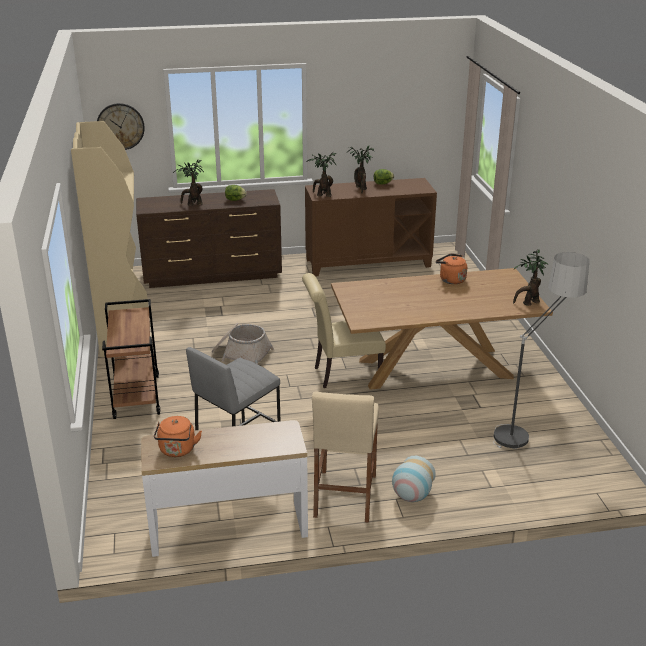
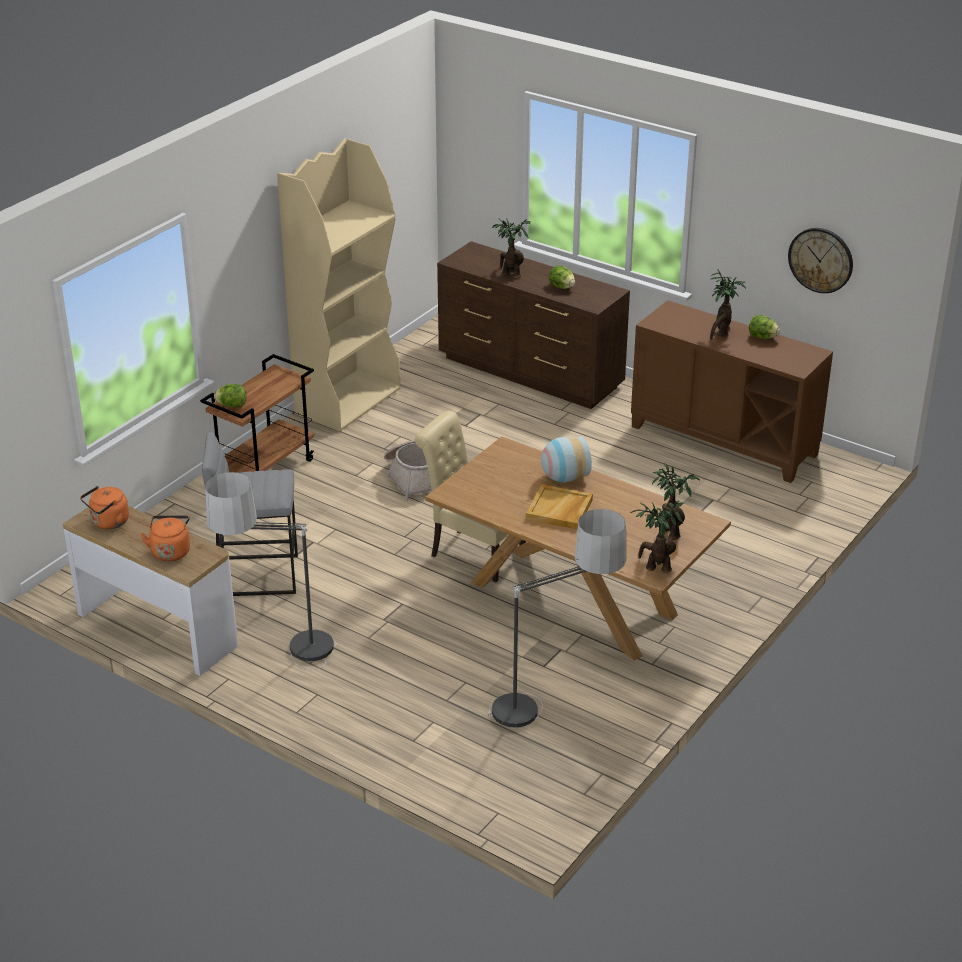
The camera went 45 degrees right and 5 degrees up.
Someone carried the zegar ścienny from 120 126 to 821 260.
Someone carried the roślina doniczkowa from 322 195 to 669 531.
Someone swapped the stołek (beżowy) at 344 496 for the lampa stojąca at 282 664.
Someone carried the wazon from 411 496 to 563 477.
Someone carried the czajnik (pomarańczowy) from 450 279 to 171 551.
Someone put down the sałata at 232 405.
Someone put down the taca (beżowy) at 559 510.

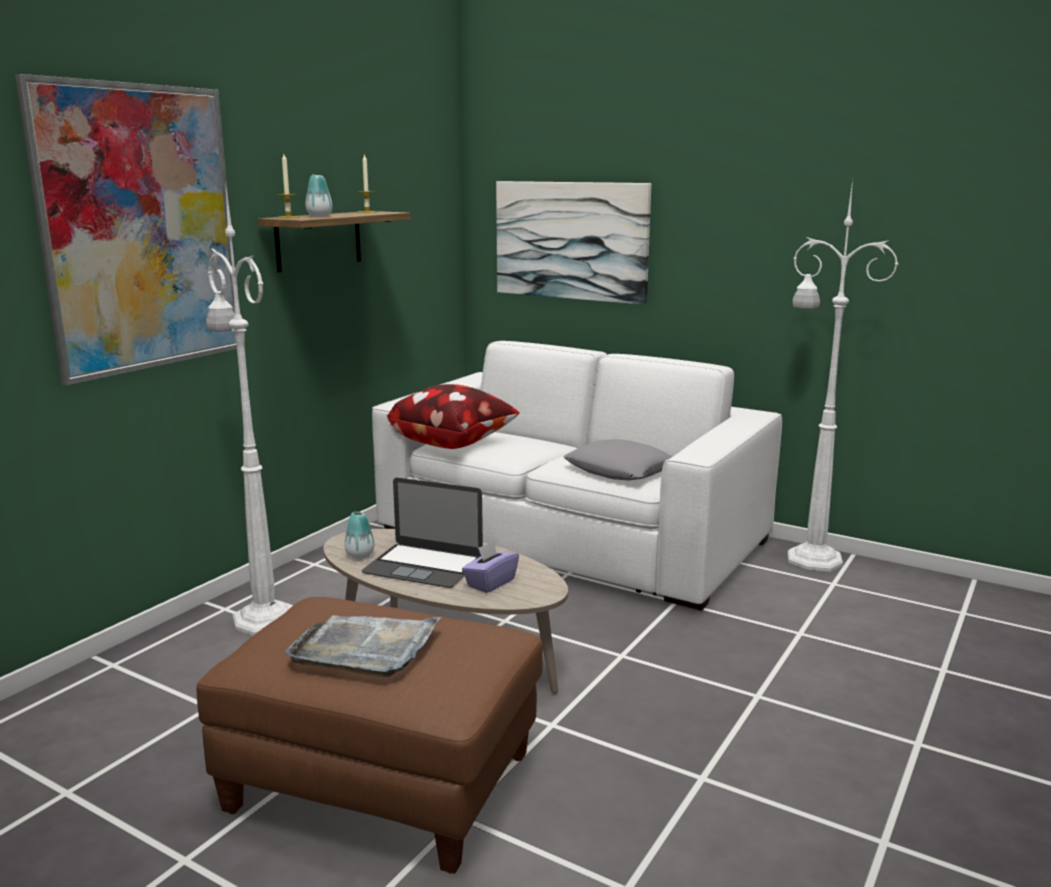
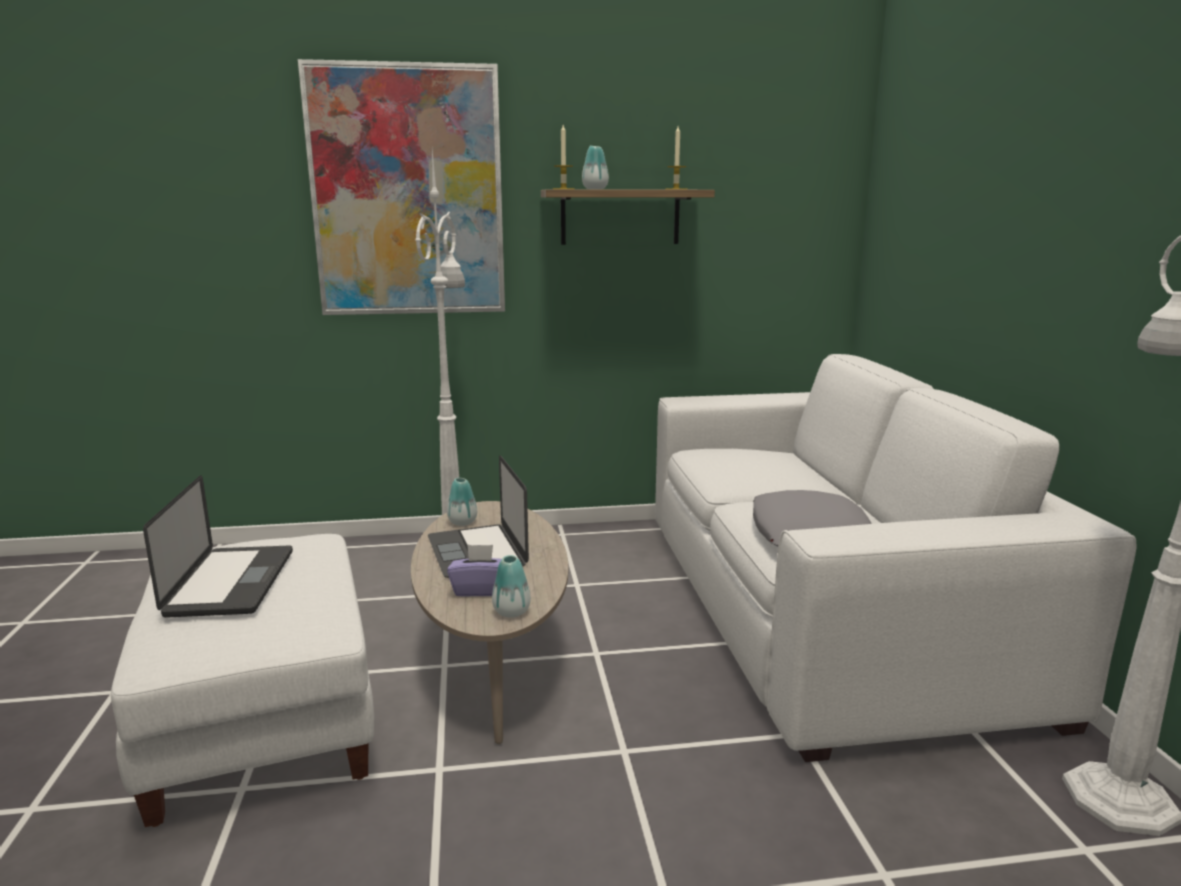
The camera went 50 degrees right and 0 degrees up.
Someone repainted the pufa (brązowy) at 381 784, which became the pufa (biały) at 264 724.
Someone swapped the taca (szary) at 365 648 for the laptop at 231 583.
Someone took away the poduszka at 452 443.
Someone took away the obraz at 571 240.
Someone put down the wazon at 511 612.

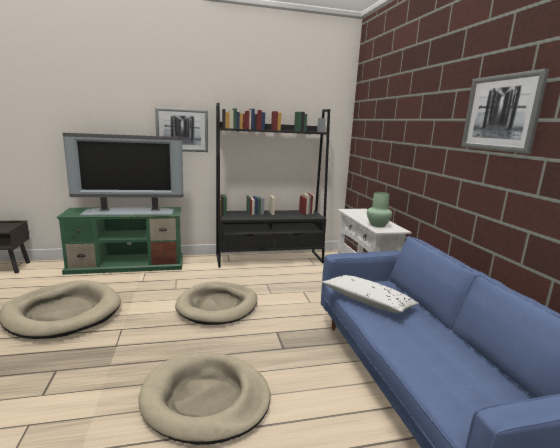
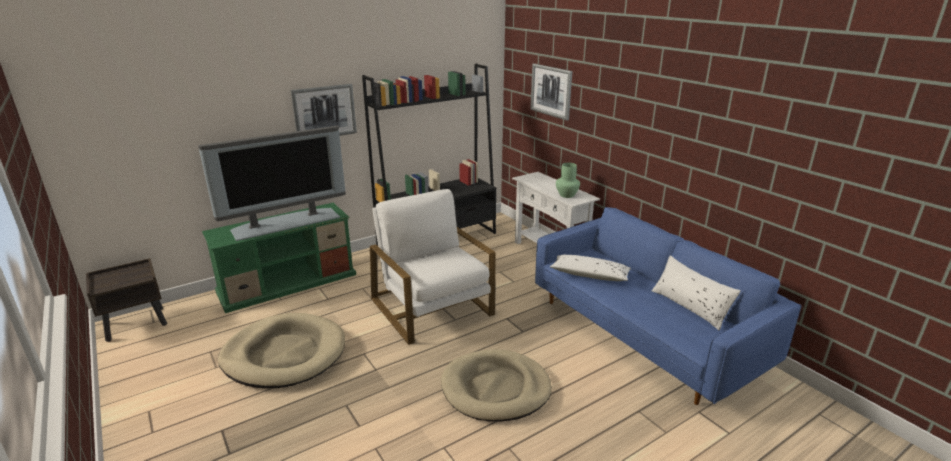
The camera went 20 degrees left and 10 degrees up.
Someone swapped the legowisko (beżowy) at 218 306 for the fotel (biały) at 433 307.
Someone carried the obraz from 501 113 to 551 91.
Someone put down the poduszka (biały) at 690 306.

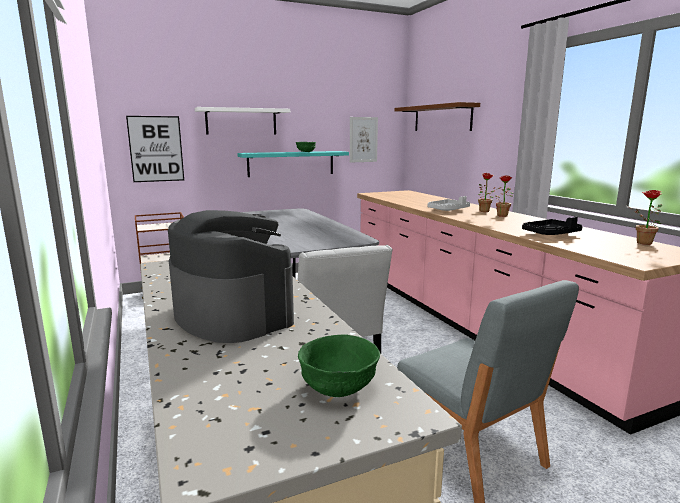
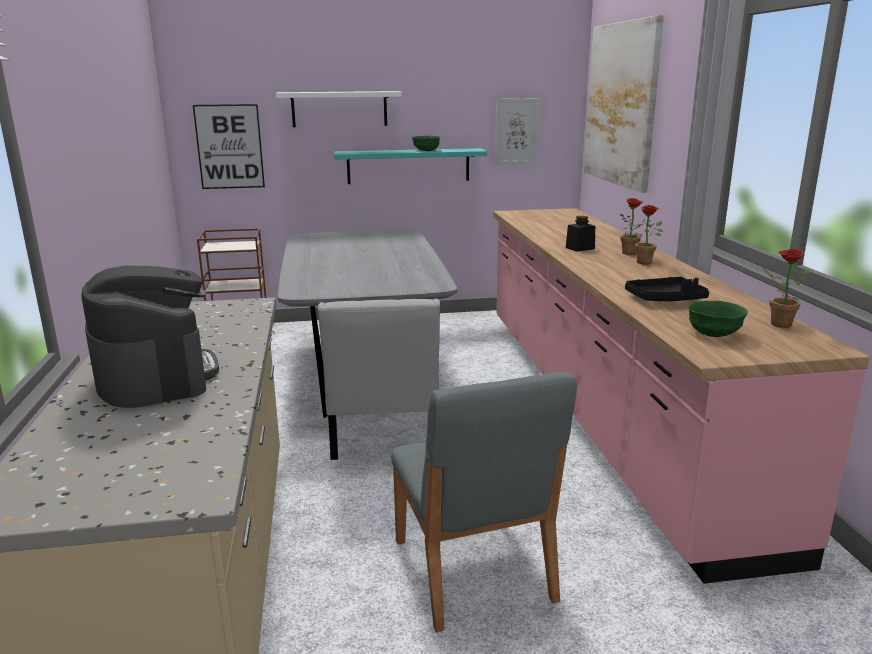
The camera went 15 degrees right and 5 degrees up.
Someone carried the miska (zielony) from 339 387 to 714 333.
Someone swapped the półka (brązowy) at 442 118 for the obraz at 621 104.
Someone swapped the taca (szary) at 448 210 for the słoik (czarny) at 580 248.

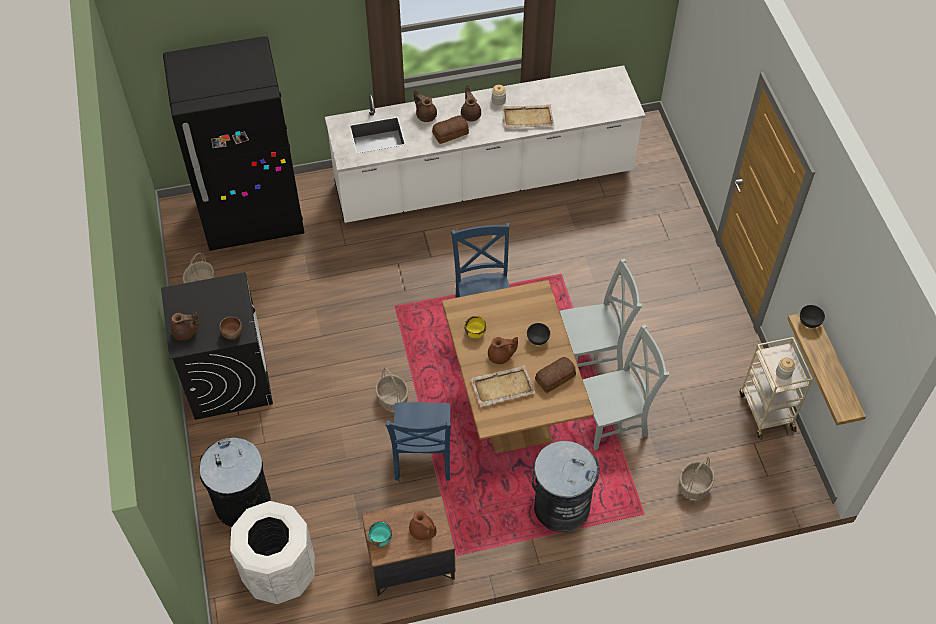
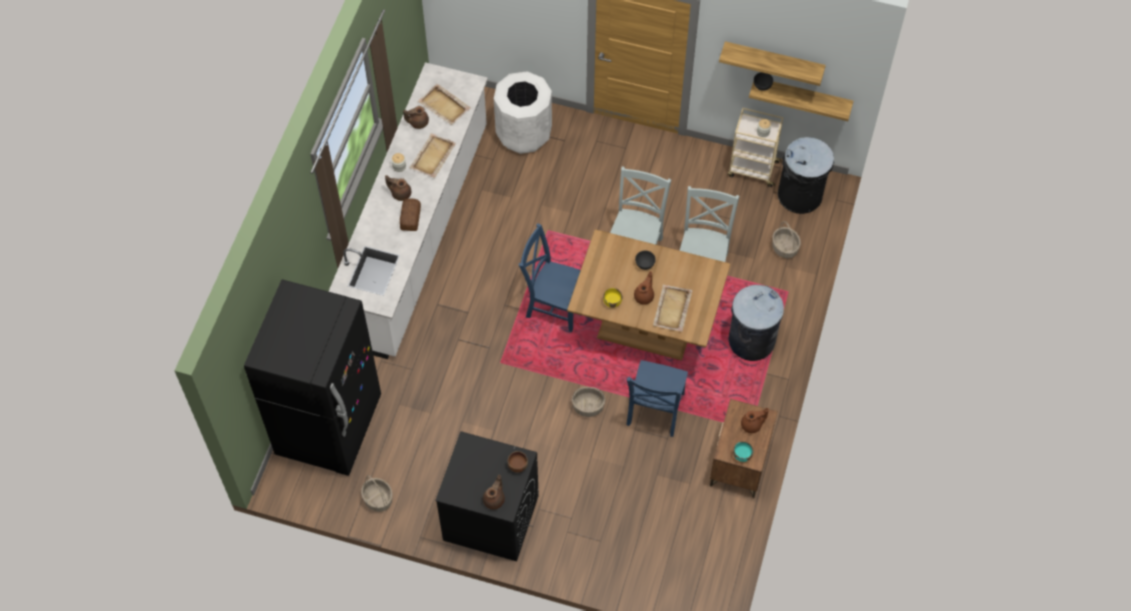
The camera went 60 degrees left and 5 degrees up.
Someone carried the kosz na śmieci (czarny) from 242 503 to 800 195.
Someone carried the kosz na śmieci (biały) from 280 573 to 524 134.
Someone rotated the krzesło (niebieski) at 422 457 by 75 degrees clockwise.
Someone carried the imbryk (brązowy) from 425 115 to 418 122.
Someone took away the chleb at 556 378.
Someone put down the taca (beżowy) at 444 106.
Someone put up the półka at 773 60.

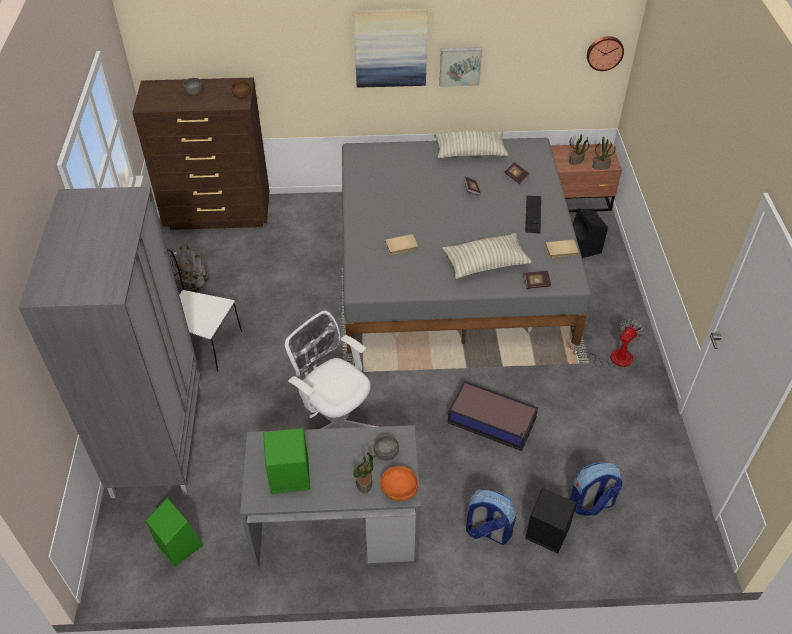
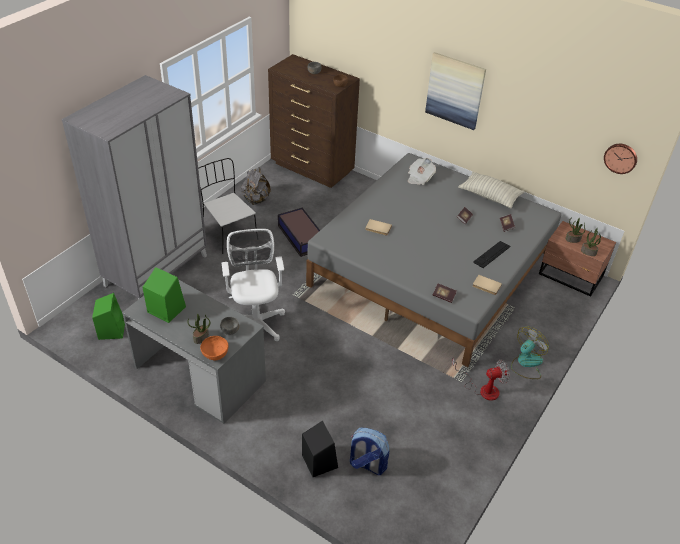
The camera went 35 degrees right and 5 degrees down.
Someone took away the obraz at 460 65.
Someone took away the poduszka at 485 264.
Someone carried the pojemnik do przechowywania from 492 422 to 301 237.
Someone took away the plecak at 487 531.
Someone took away the głośnik (czarny) at 584 248.
Someone put down the gazeta at 419 178.
Someone put down the wentylator at 526 363.

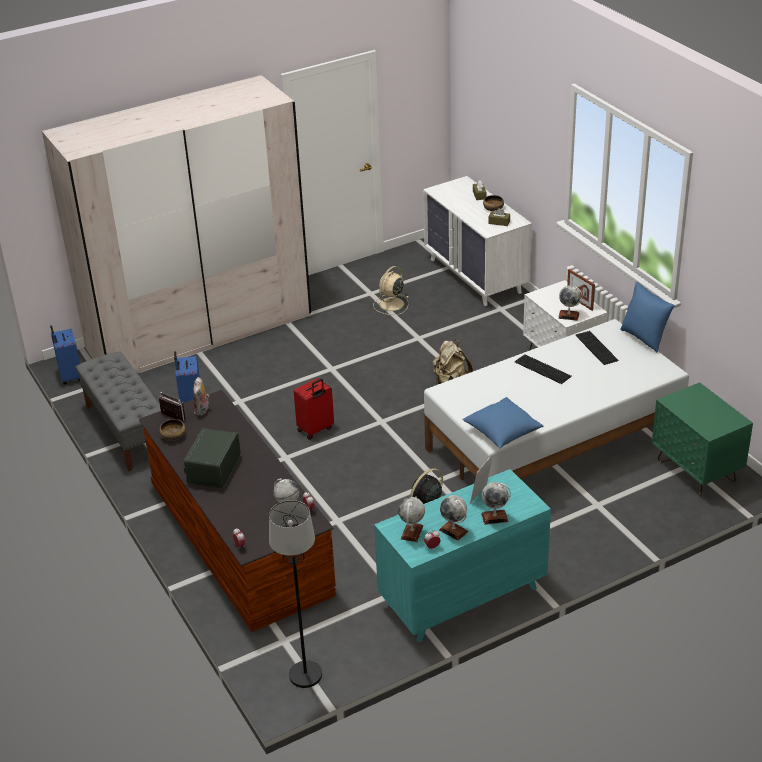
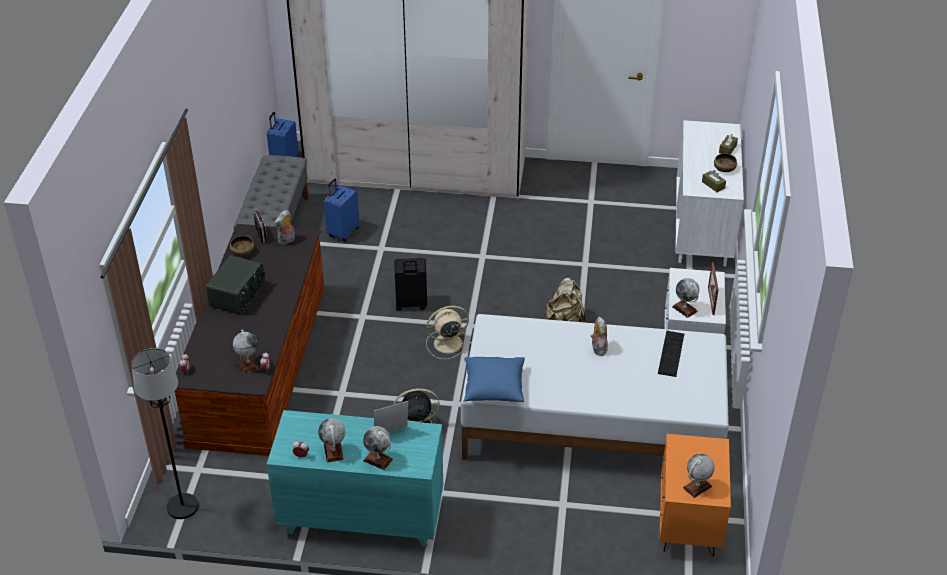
The camera went 35 degrees right and 5 degrees up.
Someone rotated the radio at 213 469 by 150 degrees clockwise.
Someone repainted the walizka (czerwony) at 316 430, which became the walizka (czarny) at 411 304.
Someone carried the wentylator (beżowy) from 391 304 to 446 343.
Someone carried the globus from 412 532 to 697 487.
Someone swapped the klawiatura at 542 369 for the pluszak at 598 348.
Someone took away the poduszka (niebieski) at 644 338.
Someone repainted the szafka nocna (zielony) at 696 471, which became the szafka nocna (pomarańczowy) at 688 526.

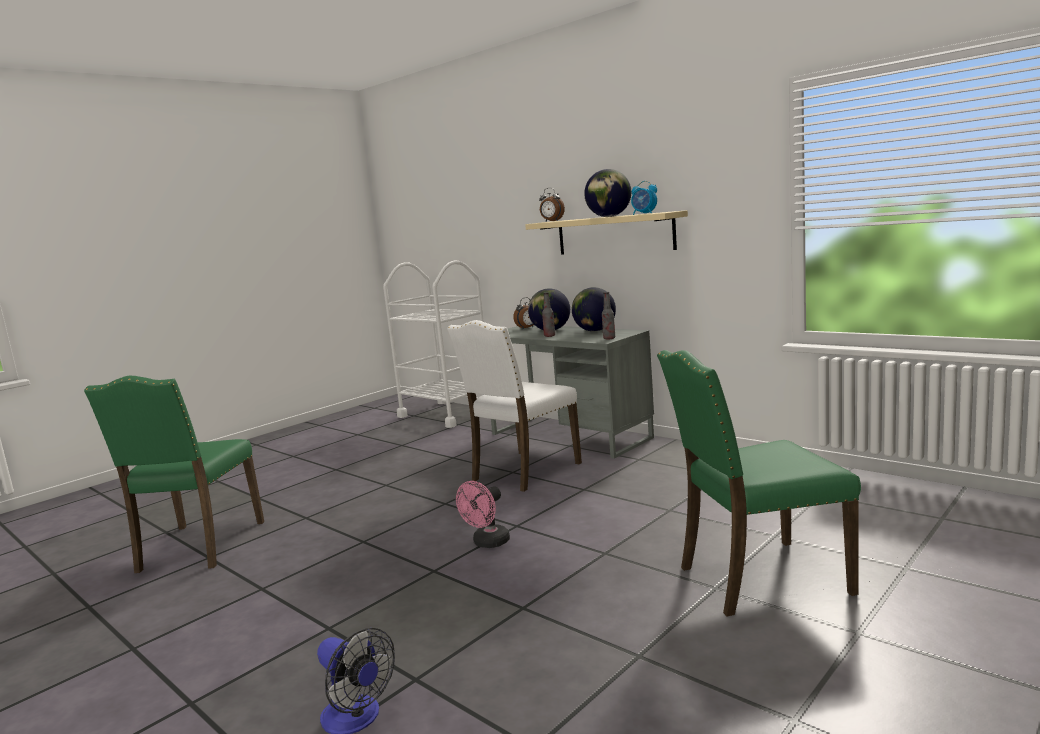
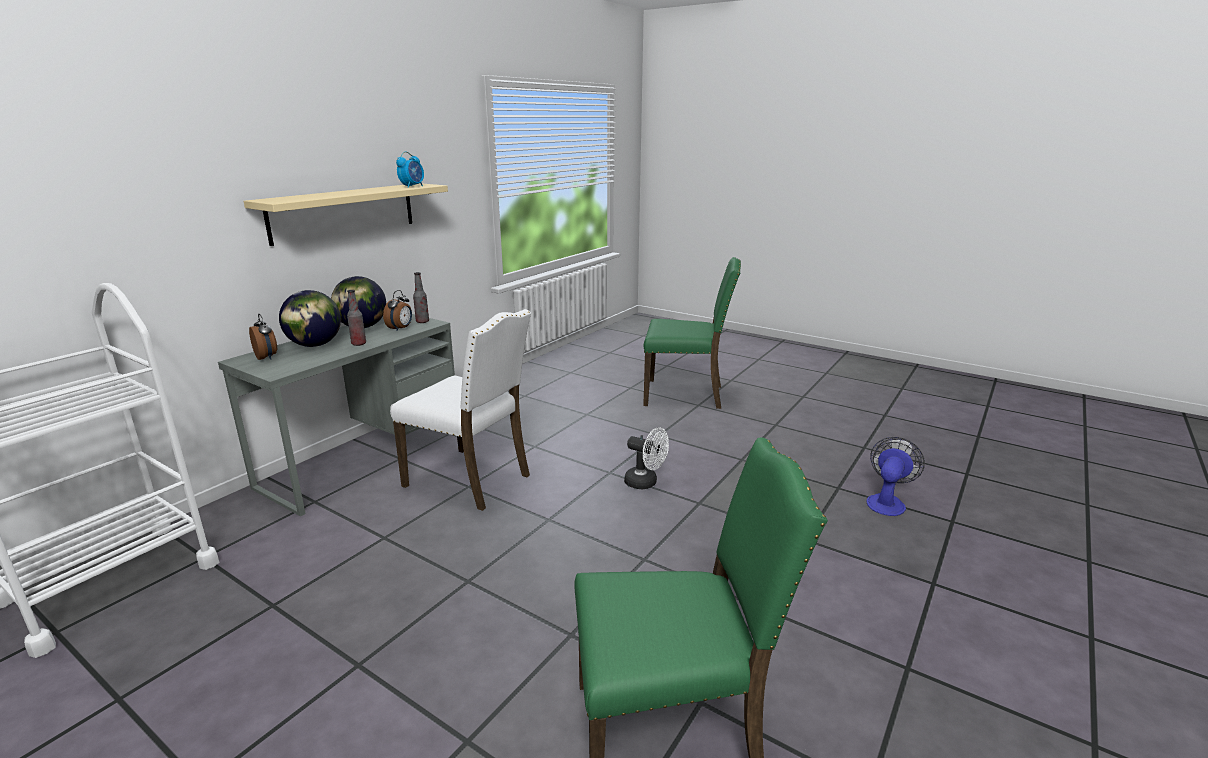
The camera went 100 degrees left and 10 degrees up.
Someone repainted the wentylator (różowy) at 487 543, which became the wentylator (biały) at 646 483.
Someone carried the budzik from 552 221 to 400 329.
Someone took away the globus at 609 216.
Someone rotated the krzesło (zielony) at 758 579 by 60 degrees counterclockwise.

